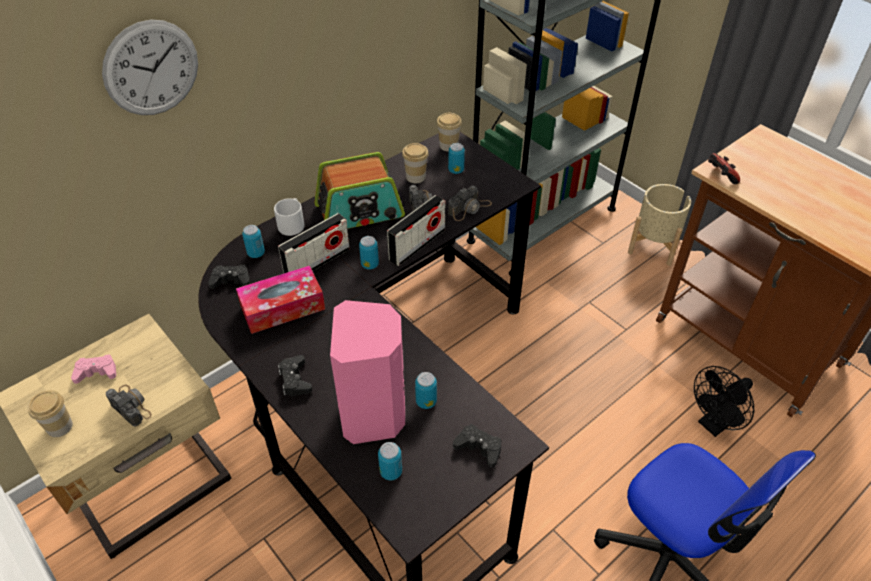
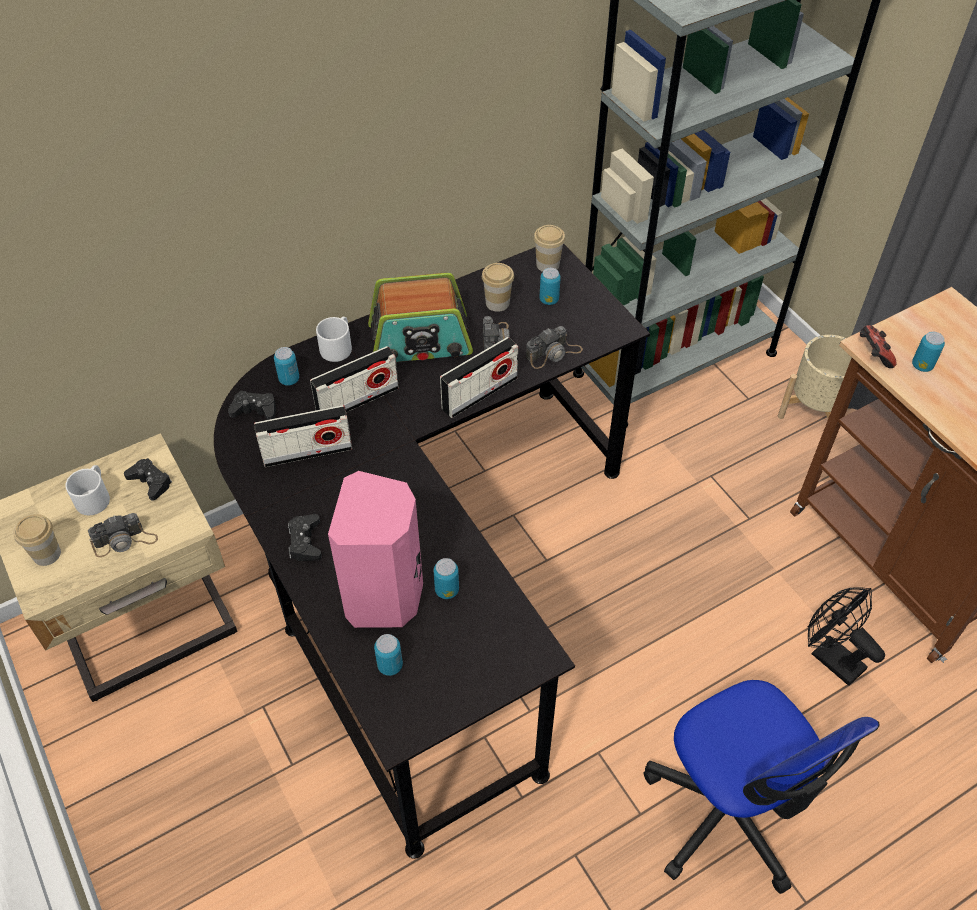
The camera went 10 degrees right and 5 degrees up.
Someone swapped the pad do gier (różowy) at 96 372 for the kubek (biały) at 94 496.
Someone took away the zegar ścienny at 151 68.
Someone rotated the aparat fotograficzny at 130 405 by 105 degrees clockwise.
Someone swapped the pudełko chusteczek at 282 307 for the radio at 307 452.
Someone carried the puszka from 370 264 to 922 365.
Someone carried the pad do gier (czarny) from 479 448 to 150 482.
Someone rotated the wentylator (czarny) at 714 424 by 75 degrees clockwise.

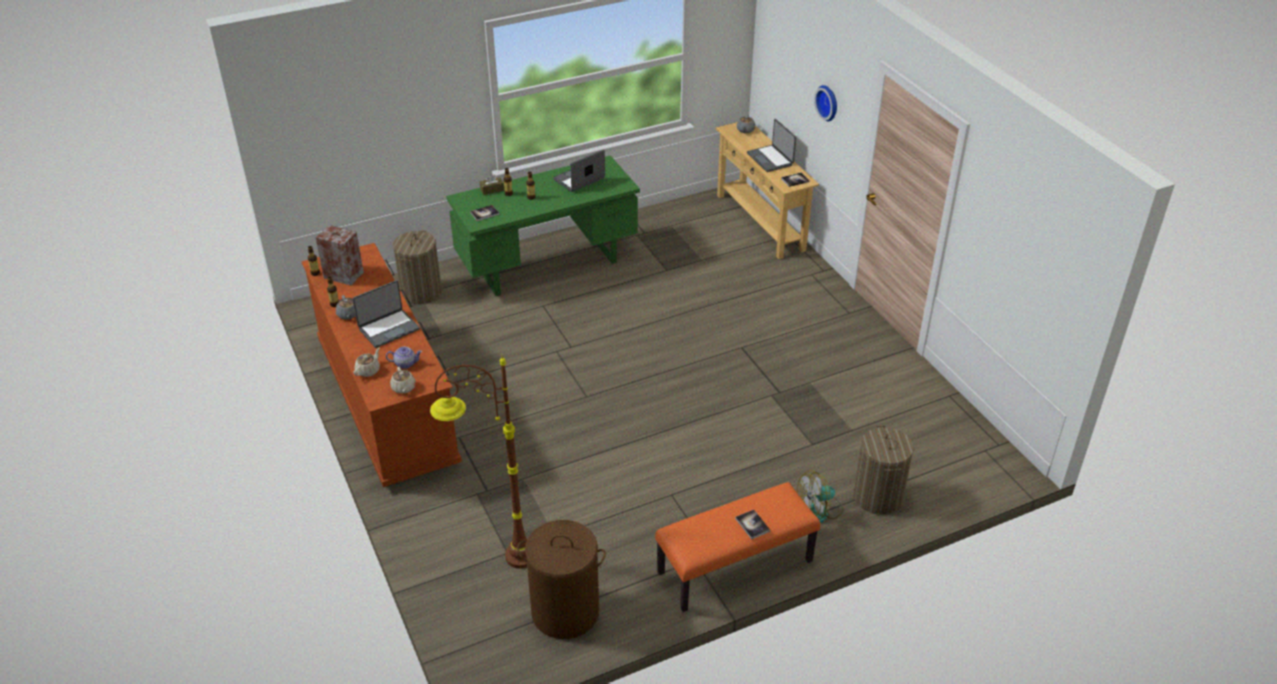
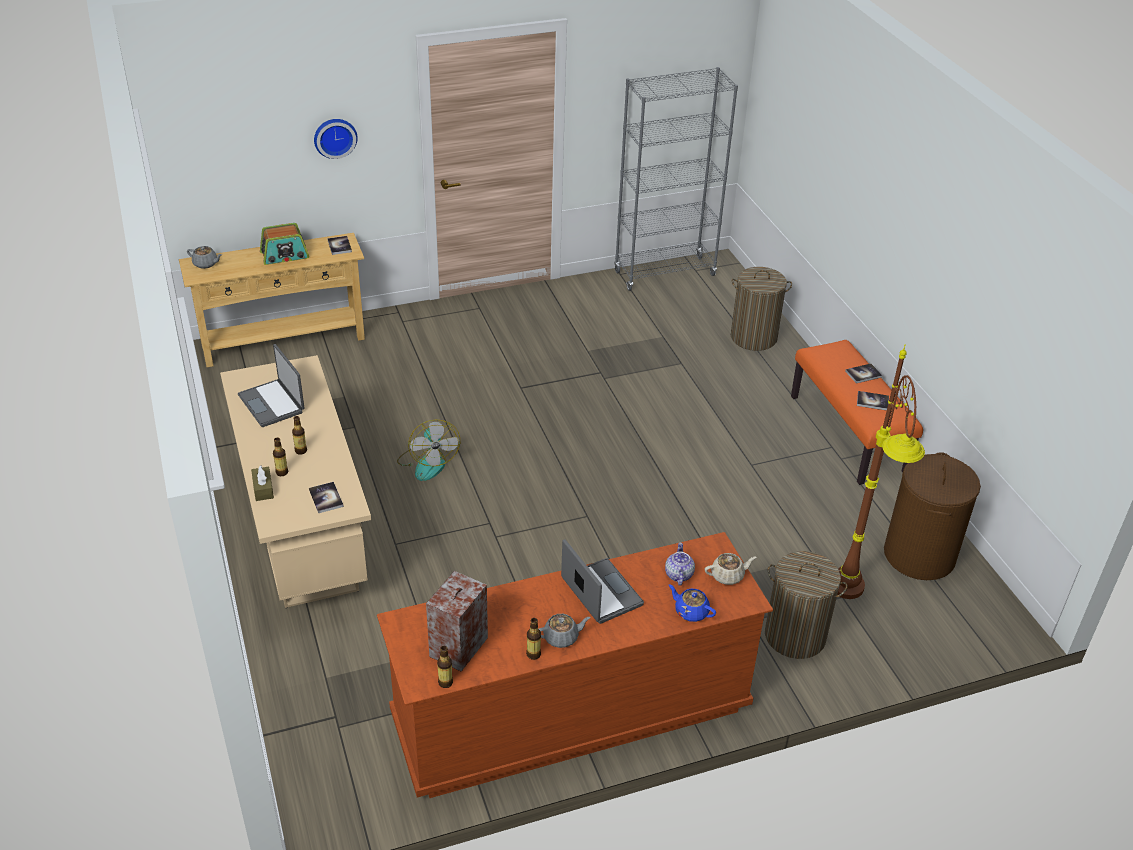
The camera went 85 degrees left and 0 degrees up.
Someone repainted the imbryk (beżowy) at 368 370, which became the imbryk (niebieski) at 691 611.
Someone carried the kosz na pranie from 421 292 to 794 636.
Someone repainted the biurko (zielony) at 548 265, which became the biurko (beżowy) at 303 534.
Someone swapped the laptop at 770 159 for the radio at 284 255.
Someone carried the wentylator from 818 510 to 427 462.
Someone put down the regał (szary) at 664 273.
Someone put down the książka at 872 401.

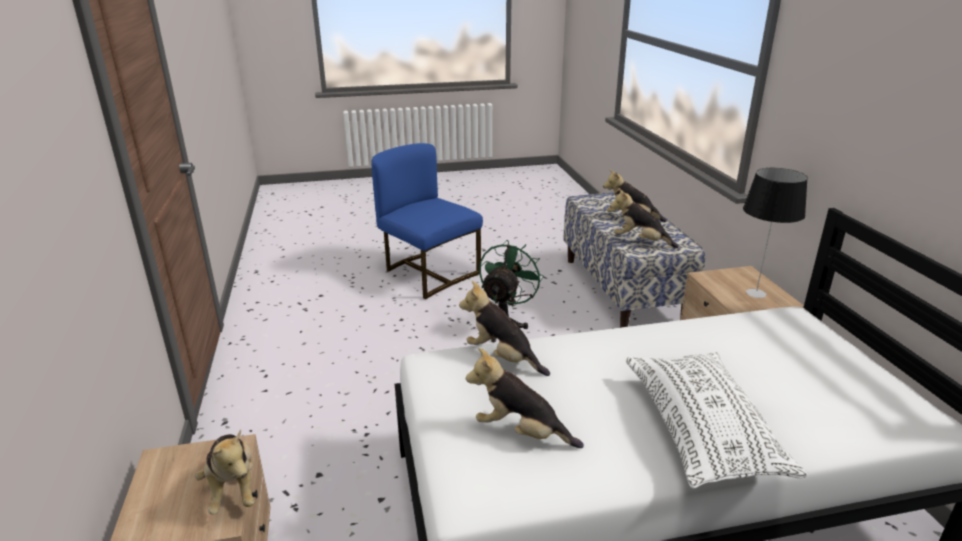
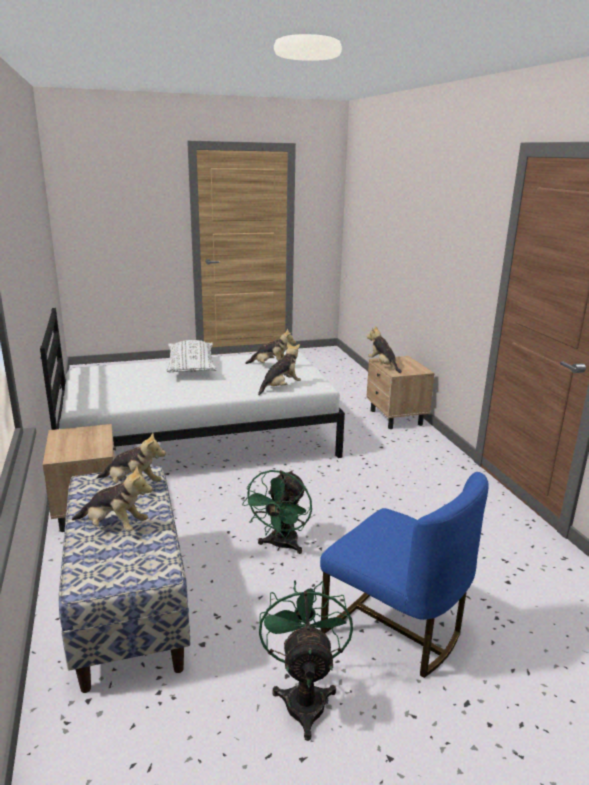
The camera went 175 degrees right and 5 degrees down.
Someone rotated the pluszak at 502 358 by 75 degrees counterclockwise.
Someone took away the lampa stołowa at 755 293.
Someone put down the wentylator (zielony) at 304 696.

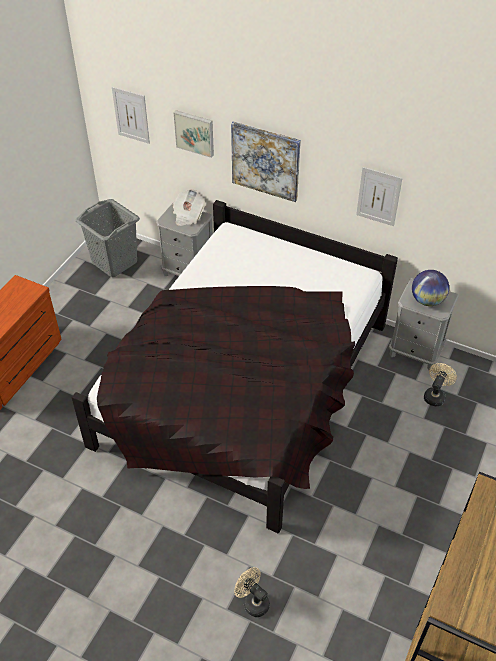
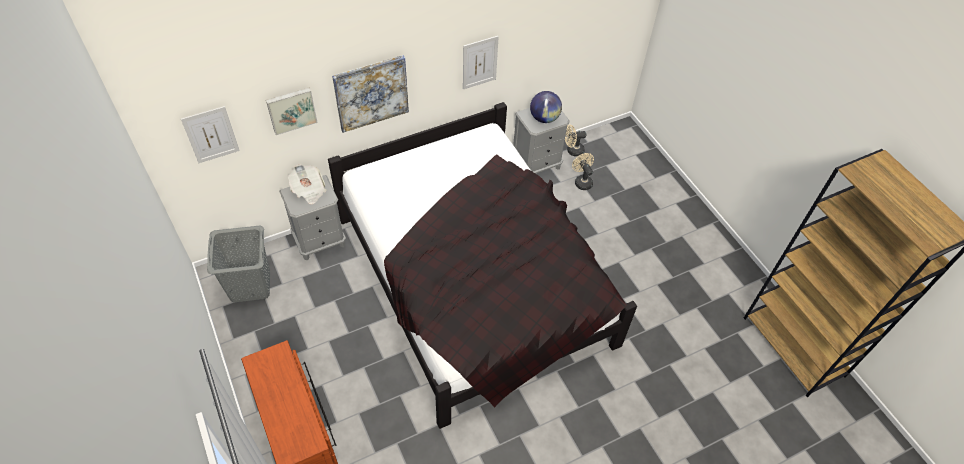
The camera went 55 degrees left and 5 degrees up.
Someone carried the wentylator (beżowy) from 253 601 to 572 151.

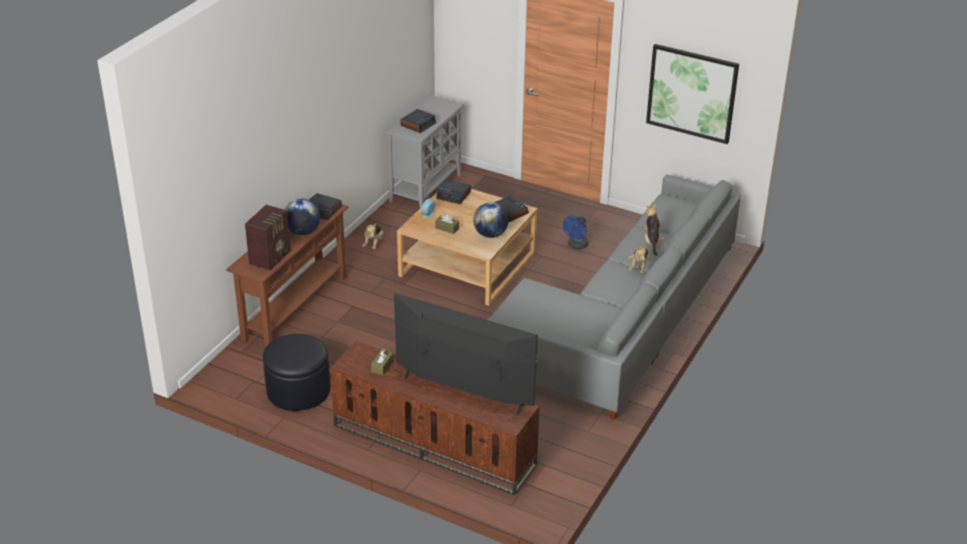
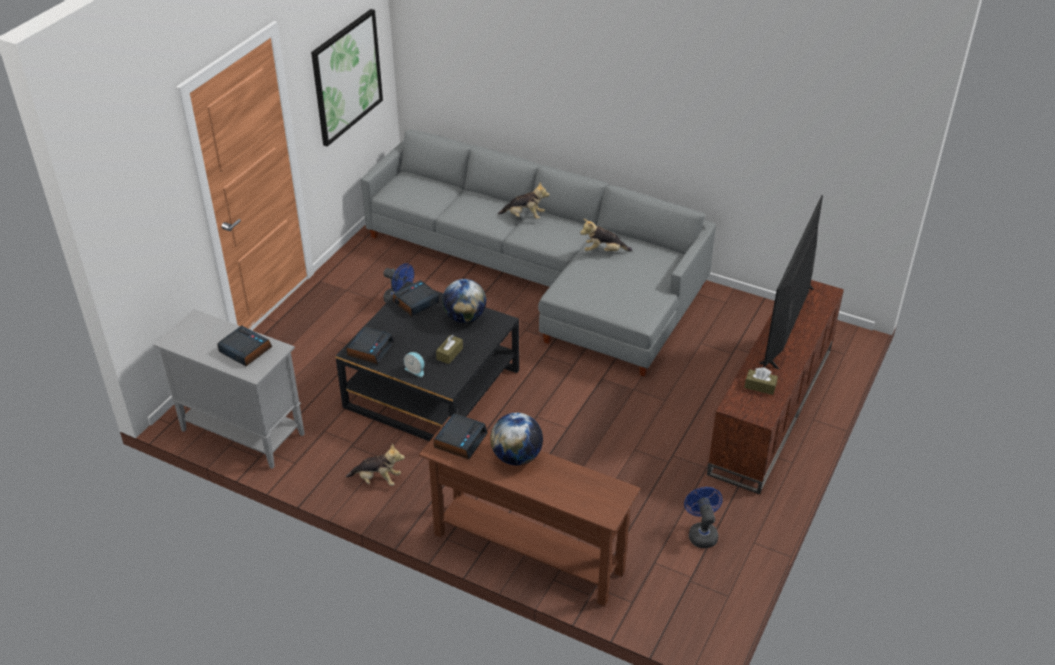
The camera went 90 degrees left and 5 degrees up.
Someone took away the radio at 271 257.
Someone swapped the pufa (czarny) at 298 390 for the wentylator (niebieski) at 701 533.
Someone repainted the ława (beżowy) at 467 264, which became the ława (czarny) at 432 388.
Someone carried the pluszak from 652 242 to 603 251.

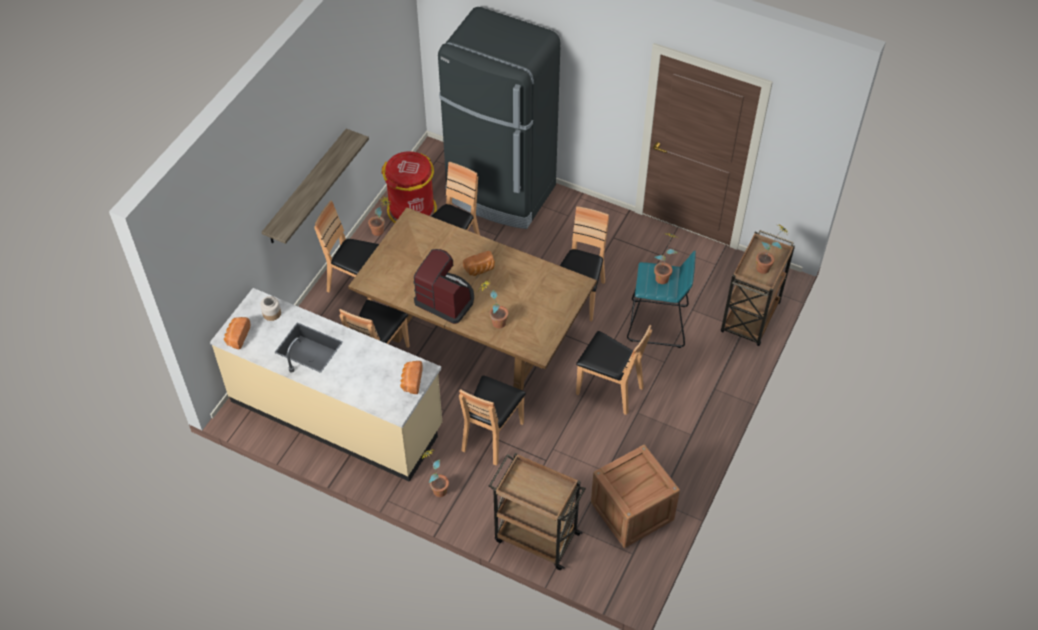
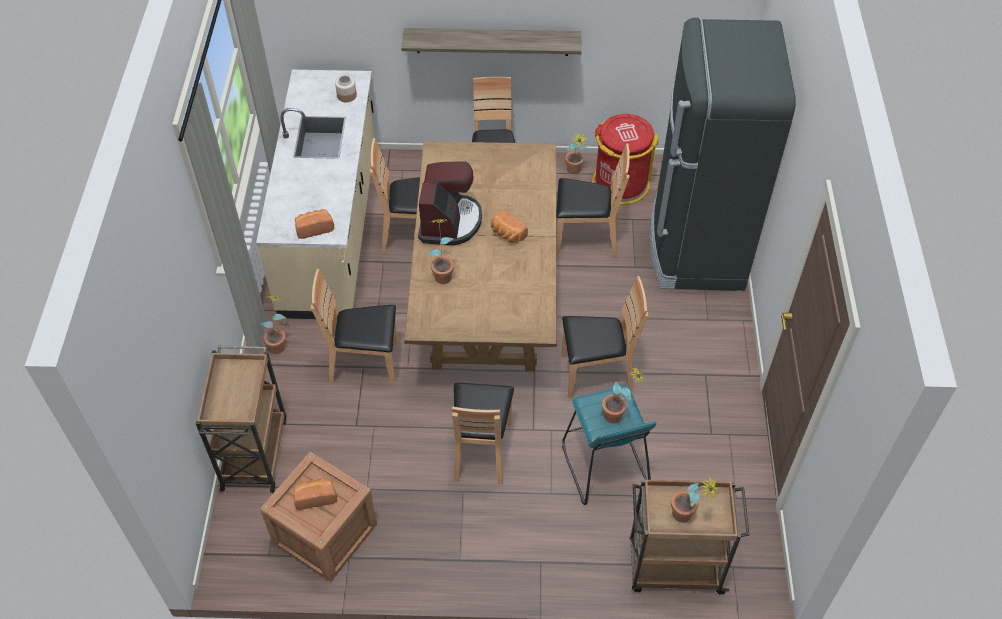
The camera went 65 degrees right and 0 degrees up.
Someone carried the chleb from 237 337 to 316 497.

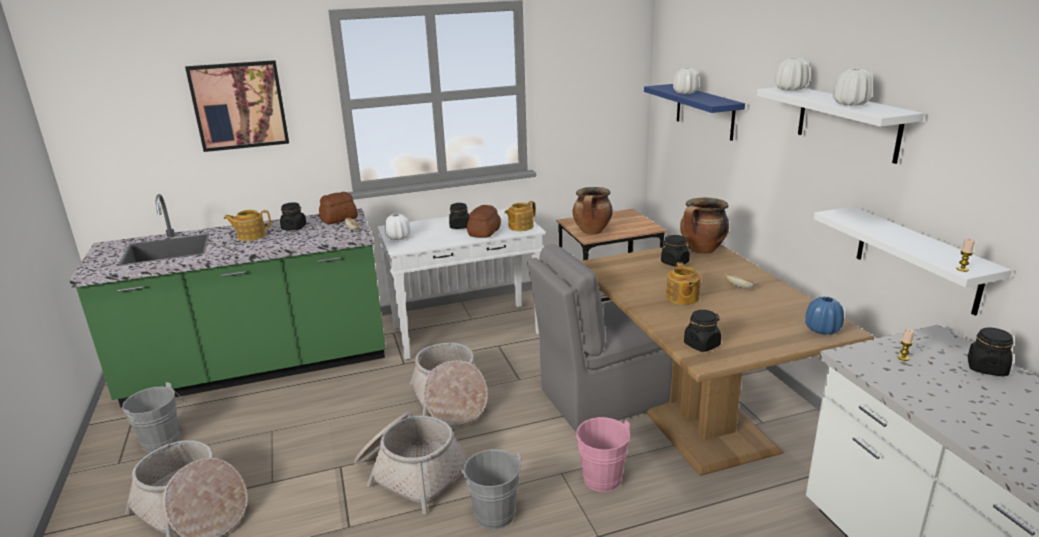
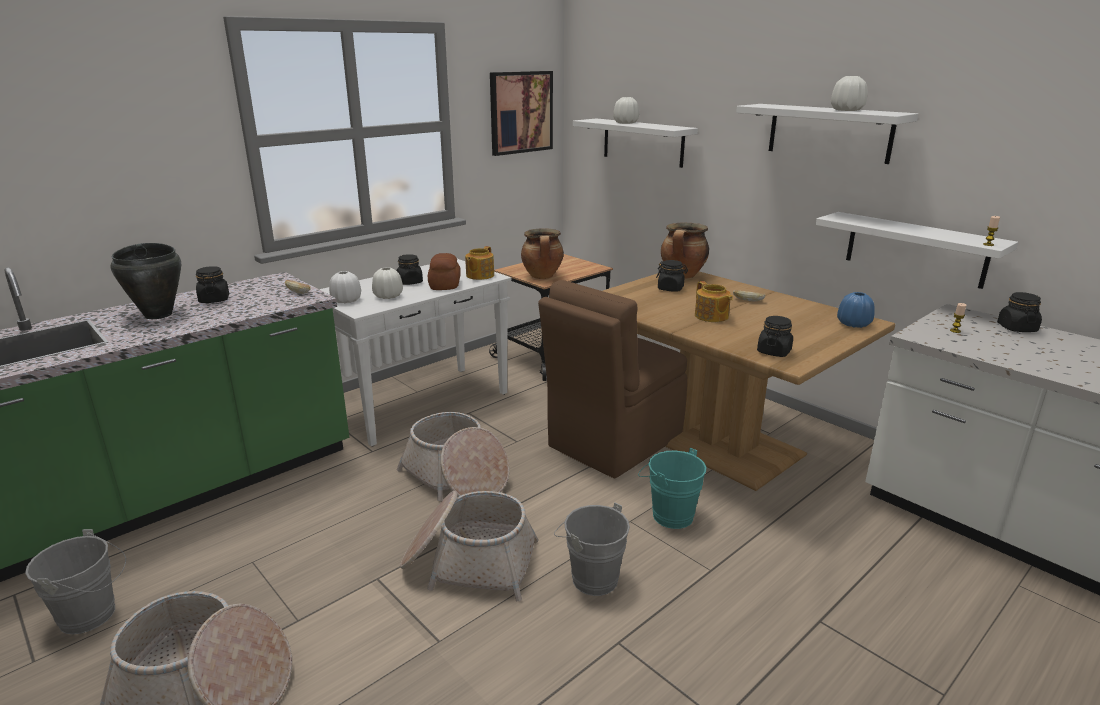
The camera went 25 degrees left and 0 degrees up.
Someone carried the obraz from 239 105 to 521 112.
Someone swapped the imbryk at 250 236 for the garnek (czarny) at 159 315.
Someone took away the chleb at 338 219.
Someone repainted the krzesło (szary) at 601 398, which became the krzesło (brązowy) at 613 442.
Someone repainted the wiadro (różowy) at 600 476, which became the wiadro (turkusowy) at 668 514.
Someone repainted the półka (niebieski) at 704 111, which became the półka (biały) at 643 142.
Someone carried the wazon (biały) from 790 89 to 388 296.

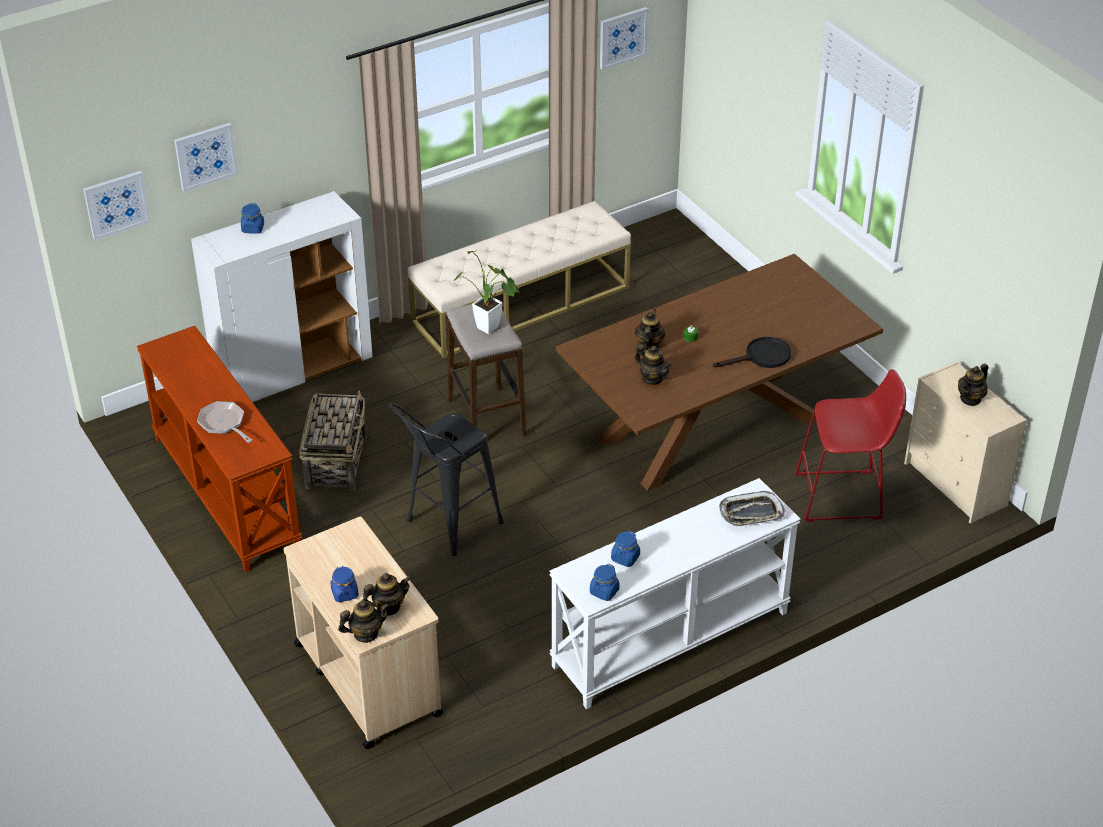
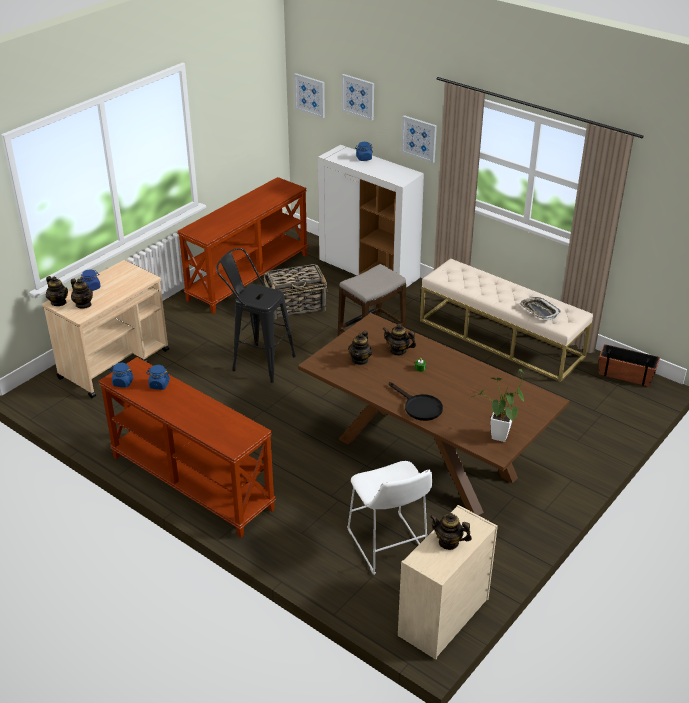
The camera went 70 degrees right and 5 degrees down.
Someone took away the patelnia at 224 424.
Someone carried the roślina doniczkowa from 491 330 to 498 439.
Someone repainted the stolik konsolowy (biały) at 671 640, which became the stolik konsolowy (brązowy) at 190 483.
Someone carried the obraz from 622 37 to 419 138.
Someone rotated the imbryk at 649 344 by 150 degrees counterclockwise.
Someone carried the taca from 751 513 to 539 311.
Someone repainted the stołek (czerwony) at 844 497, which became the stołek (biały) at 388 547.
Someone put down the donica at 625 374.

